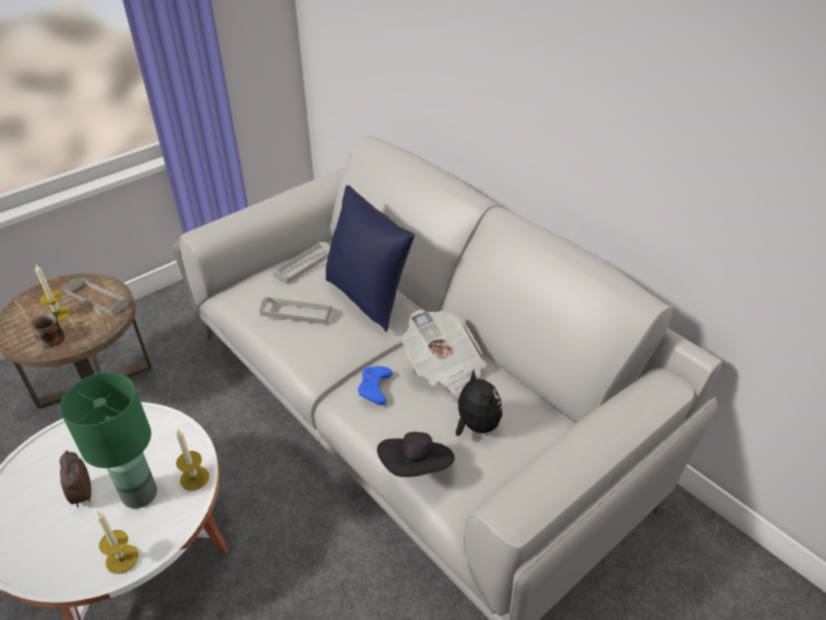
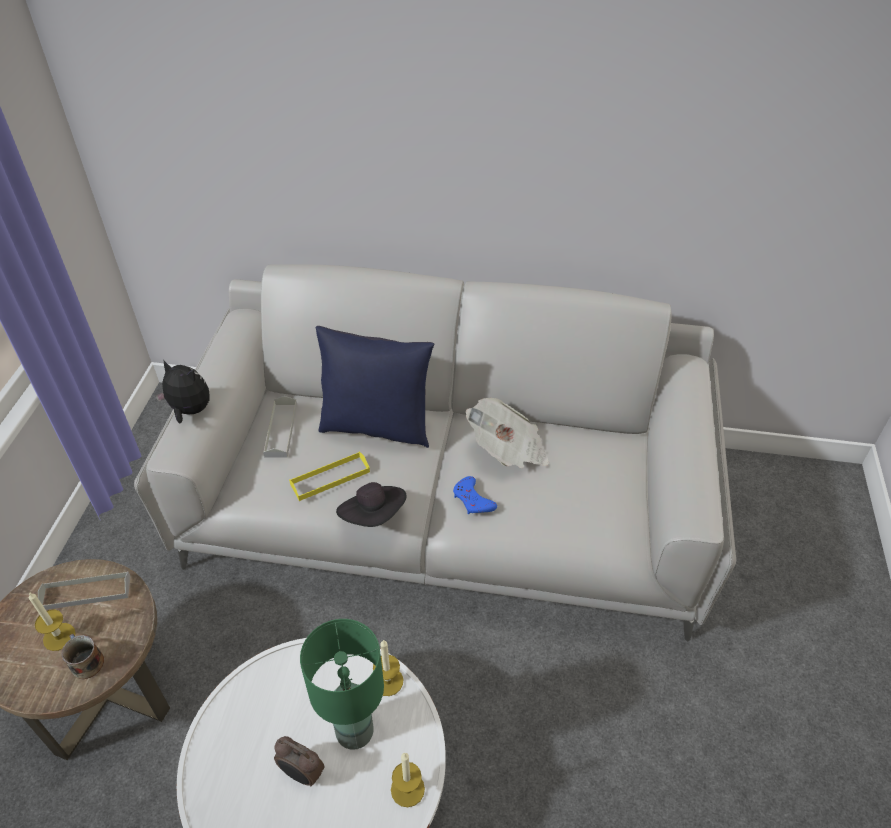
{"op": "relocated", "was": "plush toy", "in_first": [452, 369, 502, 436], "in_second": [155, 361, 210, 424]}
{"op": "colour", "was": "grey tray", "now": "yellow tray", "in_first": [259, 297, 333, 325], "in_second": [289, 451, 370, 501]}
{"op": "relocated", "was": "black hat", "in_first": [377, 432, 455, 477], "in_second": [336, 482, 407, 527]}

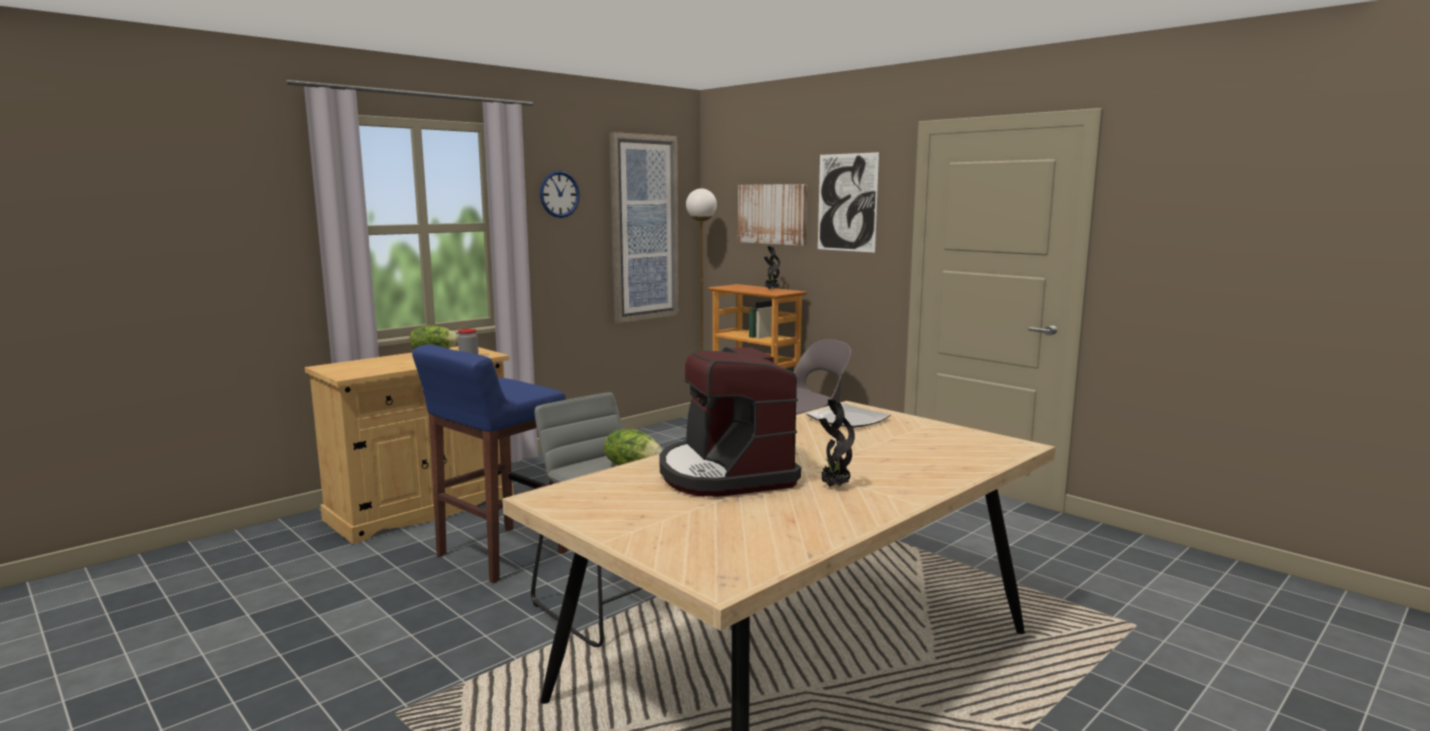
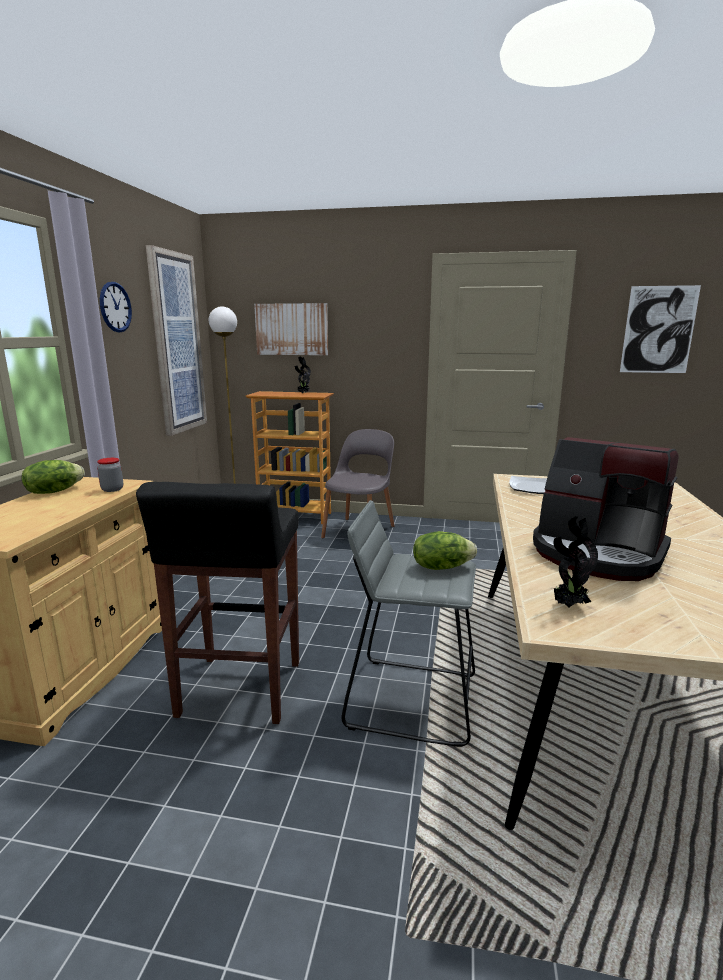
{"op": "colour", "was": "blue stool", "now": "black stool", "in_first": [412, 344, 567, 583], "in_second": [136, 482, 299, 724]}
{"op": "relocated", "was": "potted plant", "in_first": [819, 399, 855, 487], "in_second": [553, 516, 598, 608]}
{"op": "relocated", "was": "picture", "in_first": [818, 152, 879, 253], "in_second": [620, 285, 701, 373]}

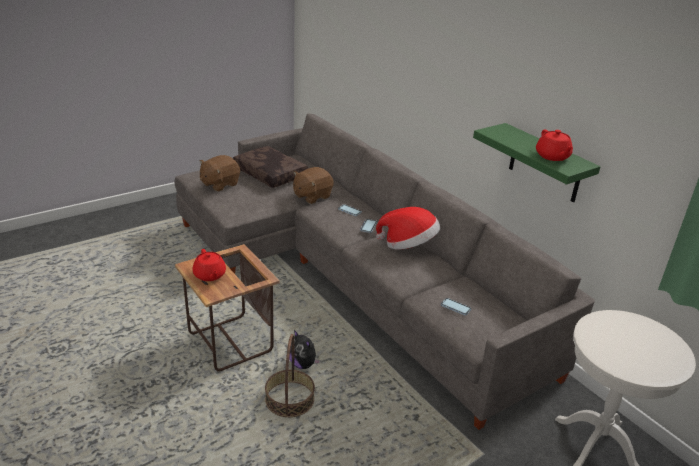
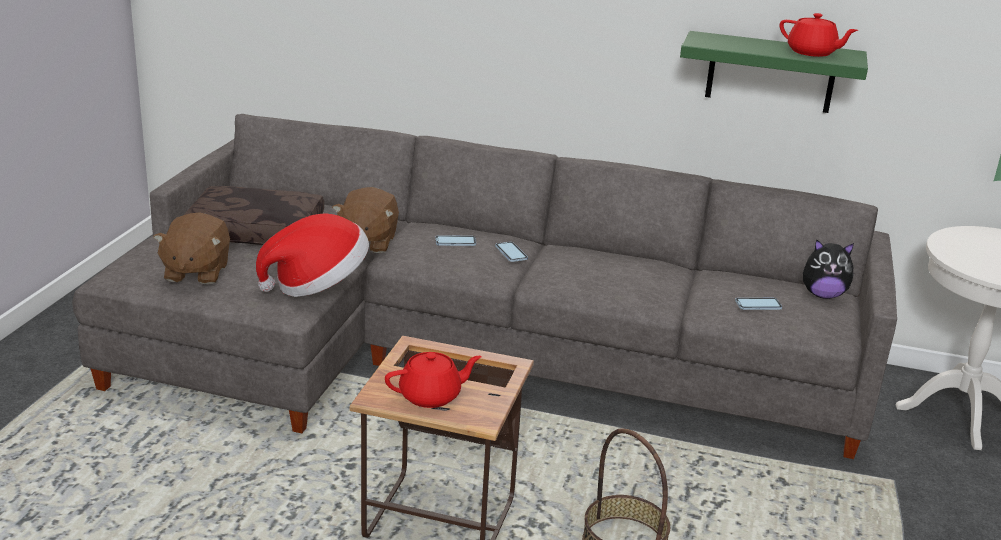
{"op": "relocated", "was": "hat", "in_first": [376, 207, 440, 250], "in_second": [256, 213, 369, 297]}
{"op": "spun", "was": "red teapot", "in_first": [192, 249, 226, 281], "in_second": [385, 352, 482, 408], "clockwise": -45}
{"op": "relocated", "was": "plush toy", "in_first": [289, 330, 321, 369], "in_second": [803, 239, 854, 299]}

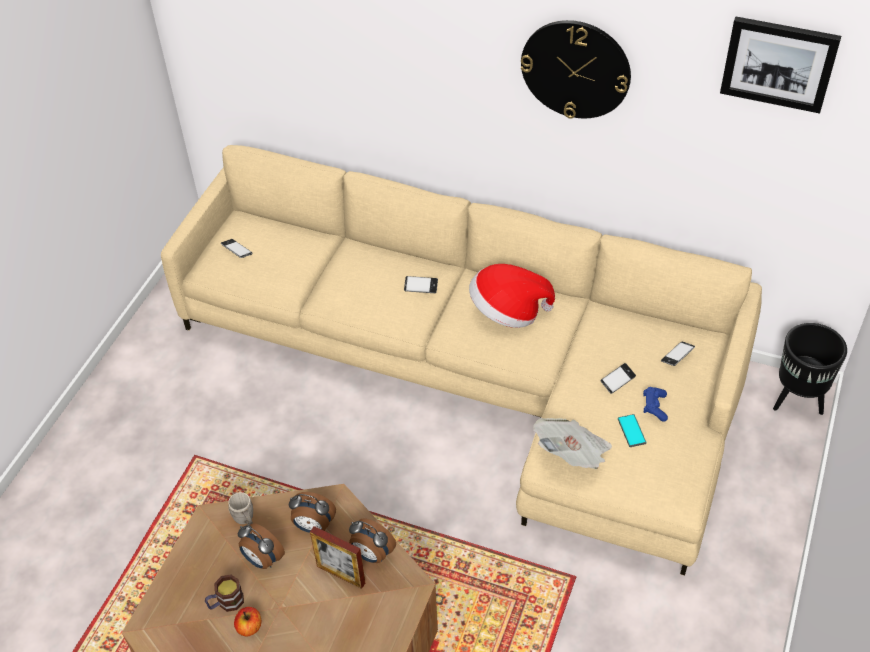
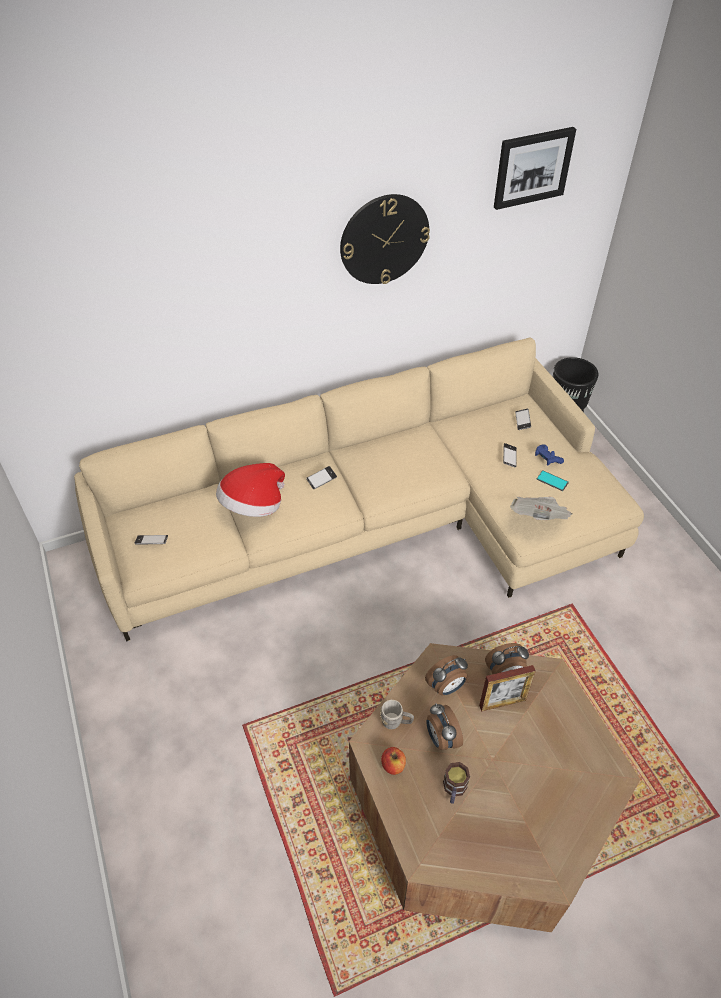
{"op": "relocated", "was": "hat", "in_first": [469, 264, 555, 328], "in_second": [216, 463, 285, 517]}
{"op": "relocated", "was": "apple", "in_first": [234, 607, 261, 636], "in_second": [381, 747, 406, 775]}
{"op": "spun", "was": "alarm clock", "in_first": [238, 523, 285, 569], "in_second": [426, 703, 463, 750], "clockwise": 75}

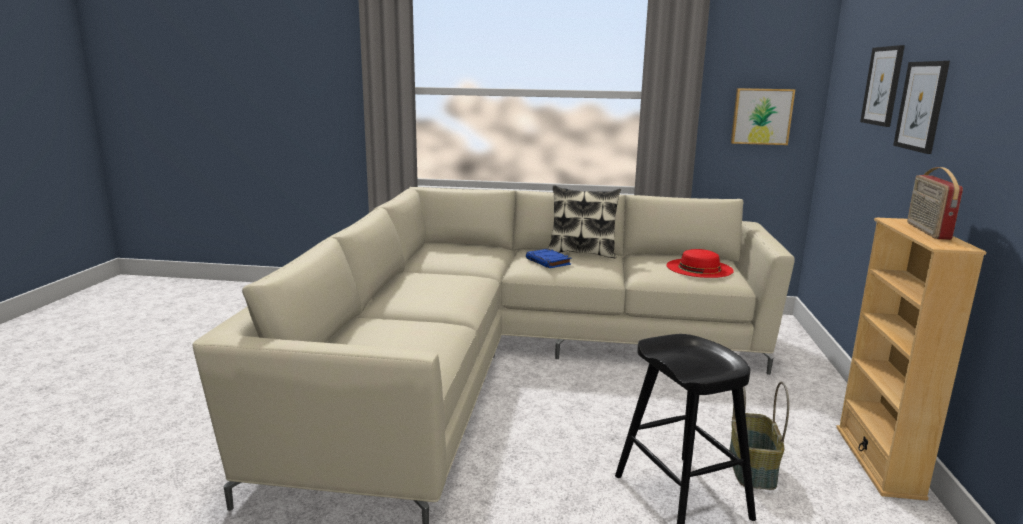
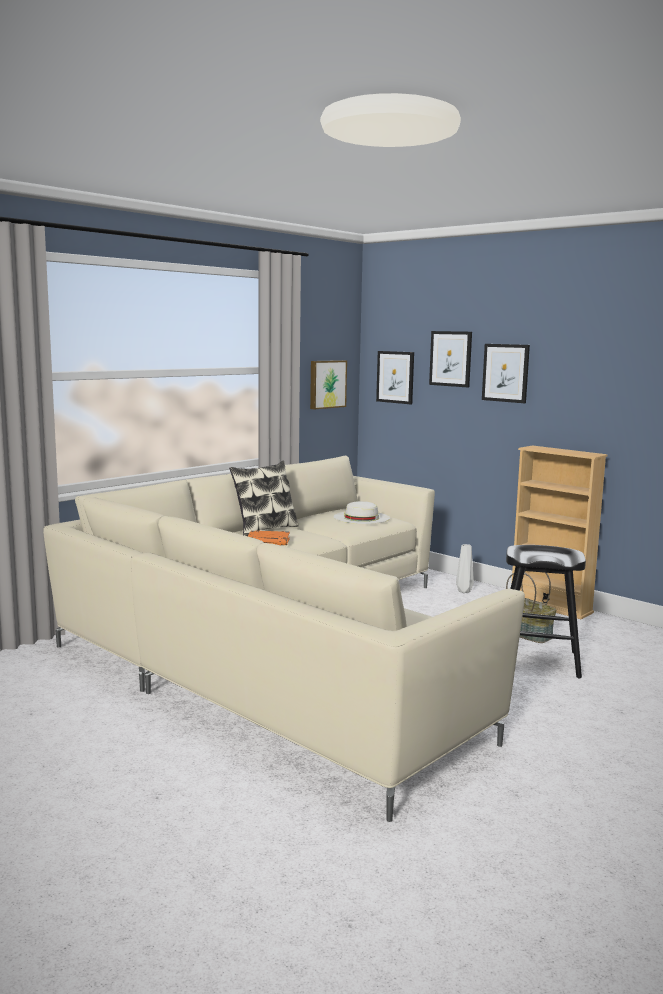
{"op": "colour", "was": "blue book", "now": "orange book", "in_first": [526, 249, 572, 268], "in_second": [248, 530, 290, 546]}
{"op": "colour", "was": "red hat", "now": "white hat", "in_first": [667, 249, 734, 278], "in_second": [334, 501, 390, 524]}
{"op": "appeared", "now": "picture", "in_second": [376, 351, 414, 404]}
{"op": "appeared", "now": "grey vase", "in_second": [456, 544, 474, 593]}
{"op": "missing", "was": "radio", "in_first": [907, 167, 963, 240]}

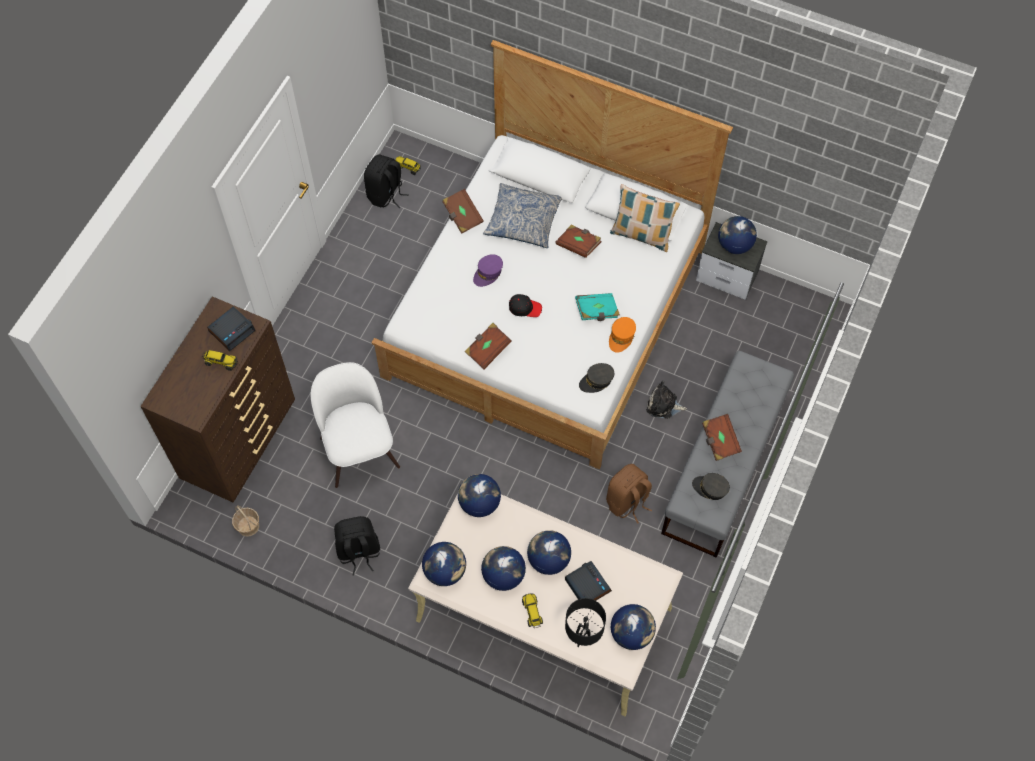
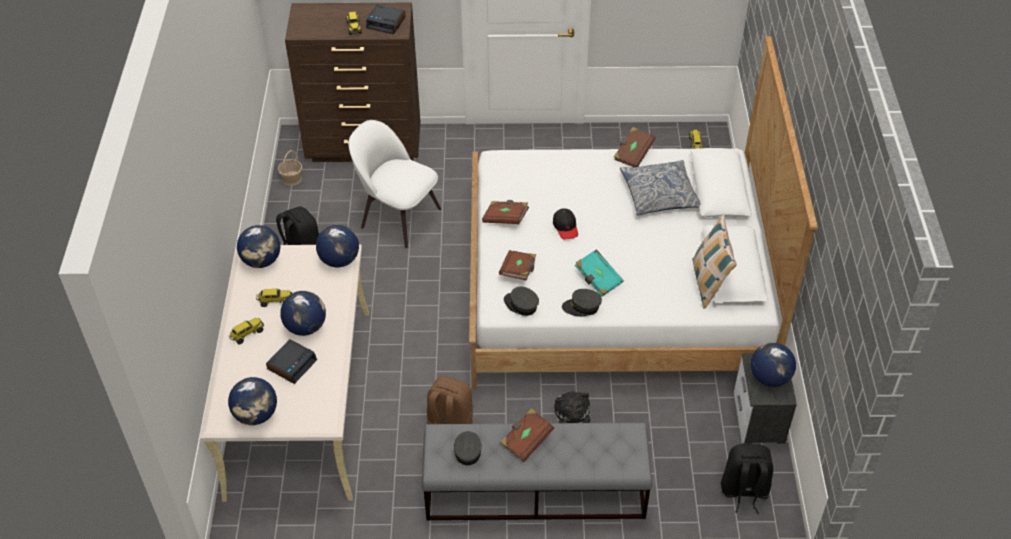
{"op": "exchanged", "was": "globe", "now": "toy truck", "in_first": [481, 546, 526, 591], "in_second": [256, 289, 292, 307]}
{"op": "spun", "was": "white chair", "in_first": [311, 362, 400, 488], "in_second": [348, 120, 441, 248], "clockwise": -105}
{"op": "relocated", "was": "brown book", "in_first": [556, 225, 602, 258], "in_second": [499, 250, 536, 281]}
{"op": "colour", "was": "orange cap", "now": "grey cap", "in_first": [609, 317, 636, 353], "in_second": [562, 289, 602, 317]}
{"op": "relocated", "was": "black backpack", "in_first": [364, 154, 409, 209], "in_second": [721, 444, 773, 514]}
{"op": "missing", "was": "purple cap", "in_first": [473, 254, 503, 287]}
{"op": "missing", "was": "black table lamp", "in_first": [565, 598, 606, 647]}

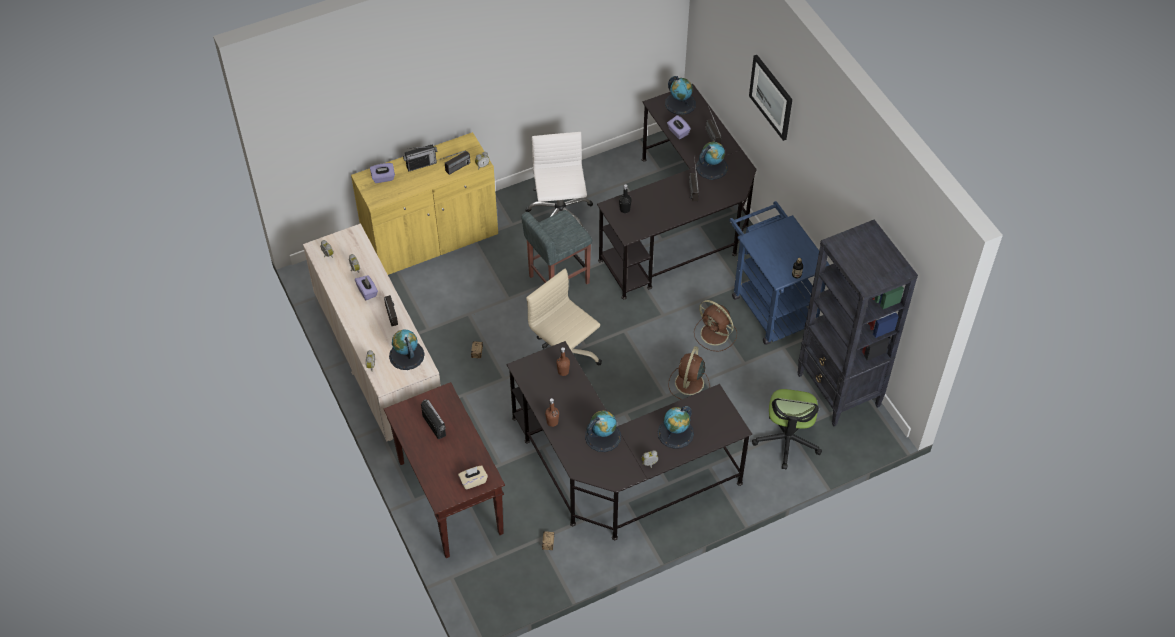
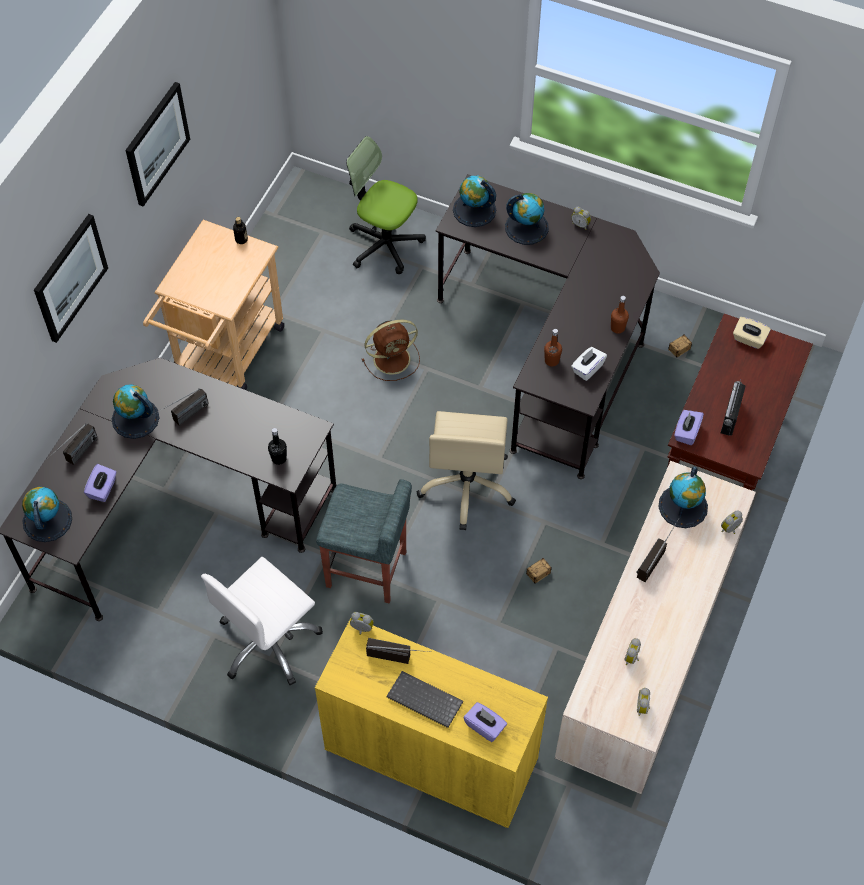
{"op": "appeared", "now": "picture", "in_second": [125, 82, 190, 207]}
{"op": "colour", "was": "blue cart", "now": "beige cart", "in_first": [730, 201, 830, 345], "in_second": [143, 220, 284, 390]}
{"op": "spun", "was": "office chair", "in_first": [752, 389, 822, 470], "in_second": [346, 136, 426, 274], "clockwise": -120}
{"op": "exchanged", "was": "radio", "now": "keyboard", "in_first": [403, 145, 437, 172], "in_second": [386, 671, 463, 728]}
{"op": "relocated", "was": "globe", "in_first": [585, 410, 621, 452], "in_second": [453, 176, 496, 227]}
{"op": "appeared", "now": "white tissue box", "in_second": [571, 347, 607, 381]}
{"op": "relocated", "was": "purple tissue box", "in_first": [355, 275, 378, 300], "in_second": [674, 410, 704, 445]}
{"op": "missing", "was": "brown fan", "in_first": [694, 300, 737, 352]}
{"op": "missing", "was": "black bookcase", "in_first": [797, 220, 918, 427]}

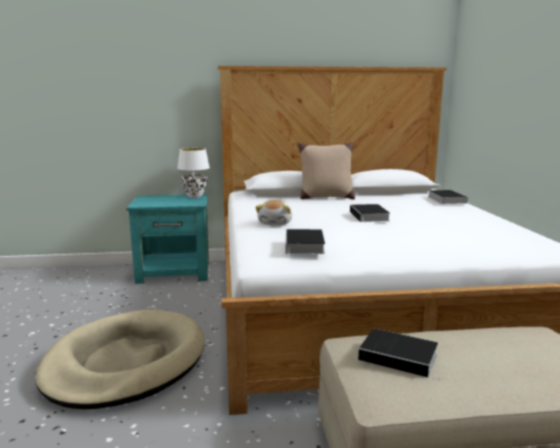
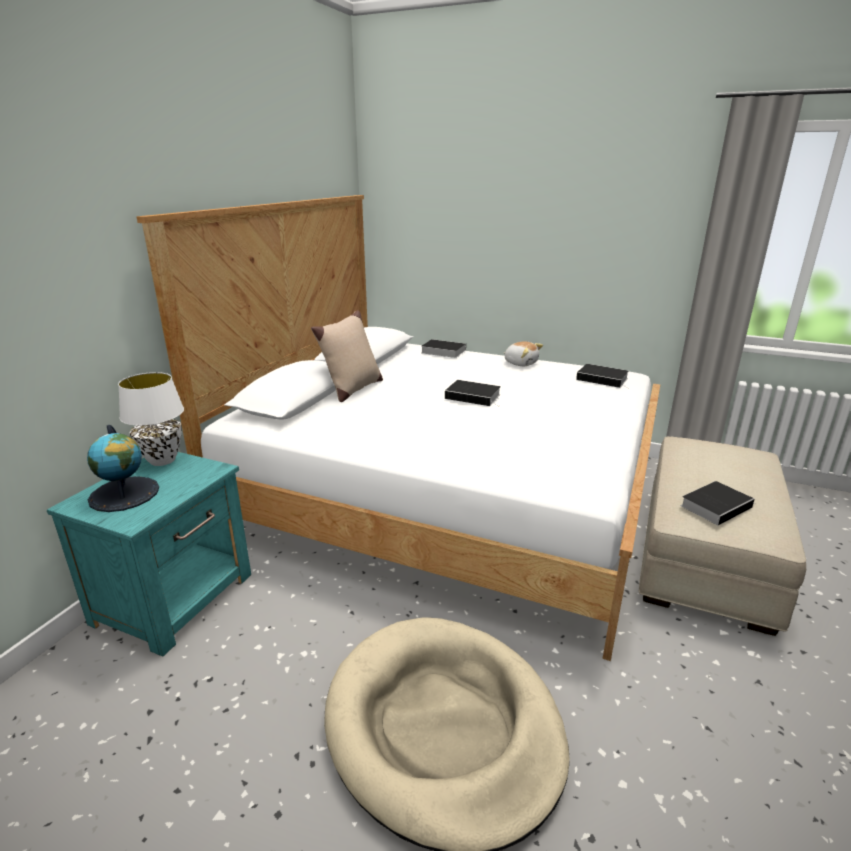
{"op": "appeared", "now": "globe", "in_second": [87, 425, 159, 512]}
{"op": "relocated", "was": "plush toy", "in_first": [256, 200, 292, 225], "in_second": [503, 341, 543, 366]}
{"op": "relocated", "was": "book", "in_first": [285, 229, 325, 257], "in_second": [576, 364, 630, 389]}

